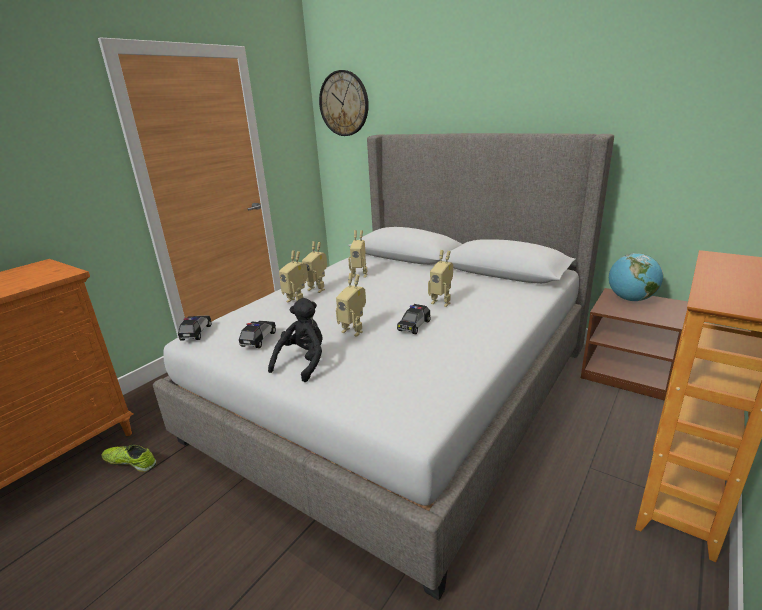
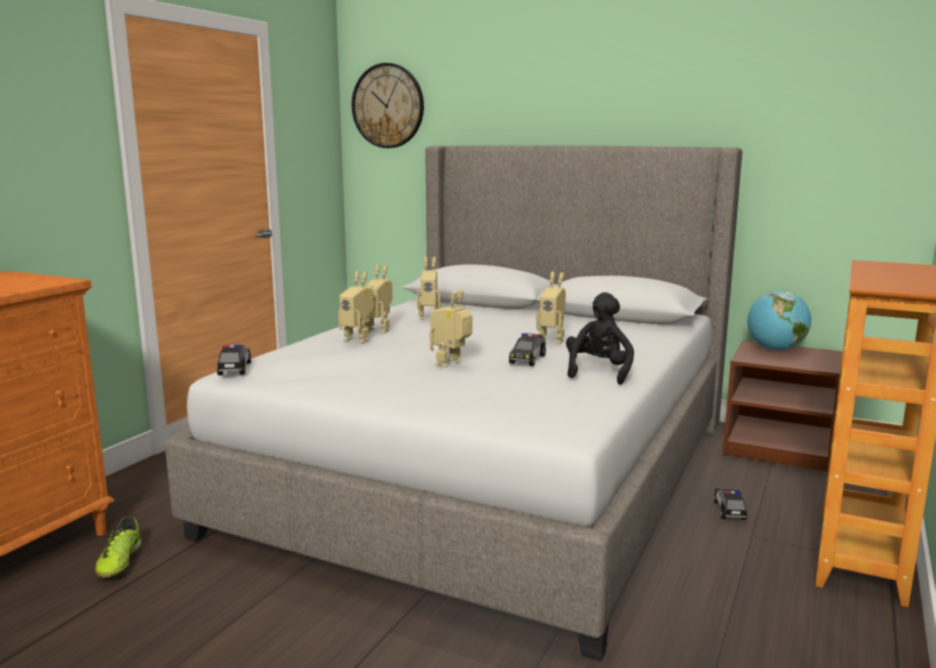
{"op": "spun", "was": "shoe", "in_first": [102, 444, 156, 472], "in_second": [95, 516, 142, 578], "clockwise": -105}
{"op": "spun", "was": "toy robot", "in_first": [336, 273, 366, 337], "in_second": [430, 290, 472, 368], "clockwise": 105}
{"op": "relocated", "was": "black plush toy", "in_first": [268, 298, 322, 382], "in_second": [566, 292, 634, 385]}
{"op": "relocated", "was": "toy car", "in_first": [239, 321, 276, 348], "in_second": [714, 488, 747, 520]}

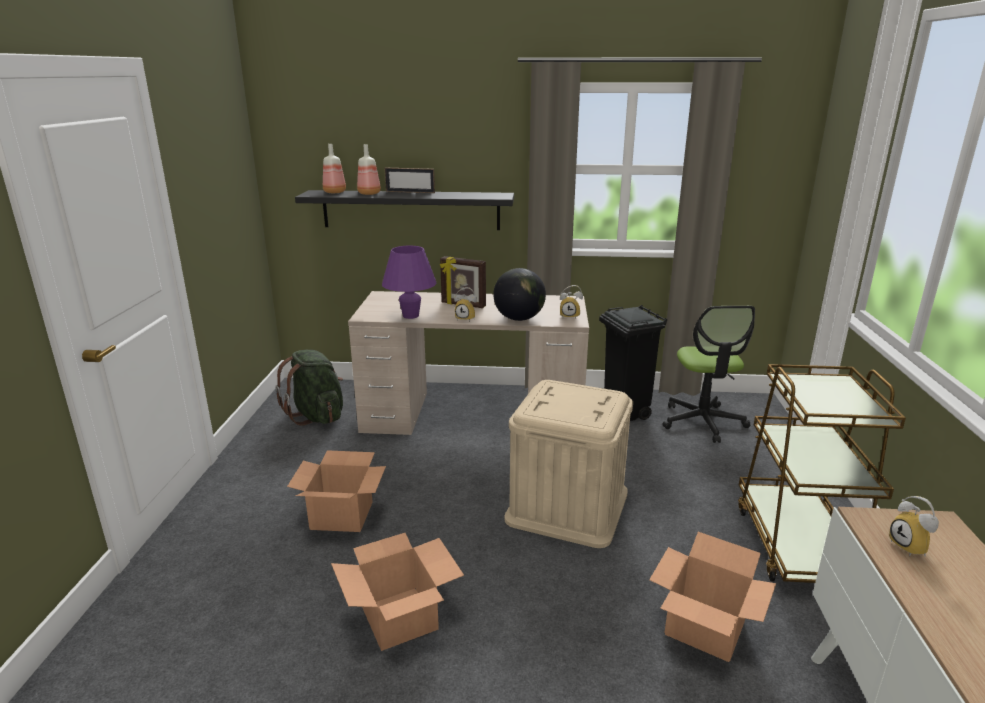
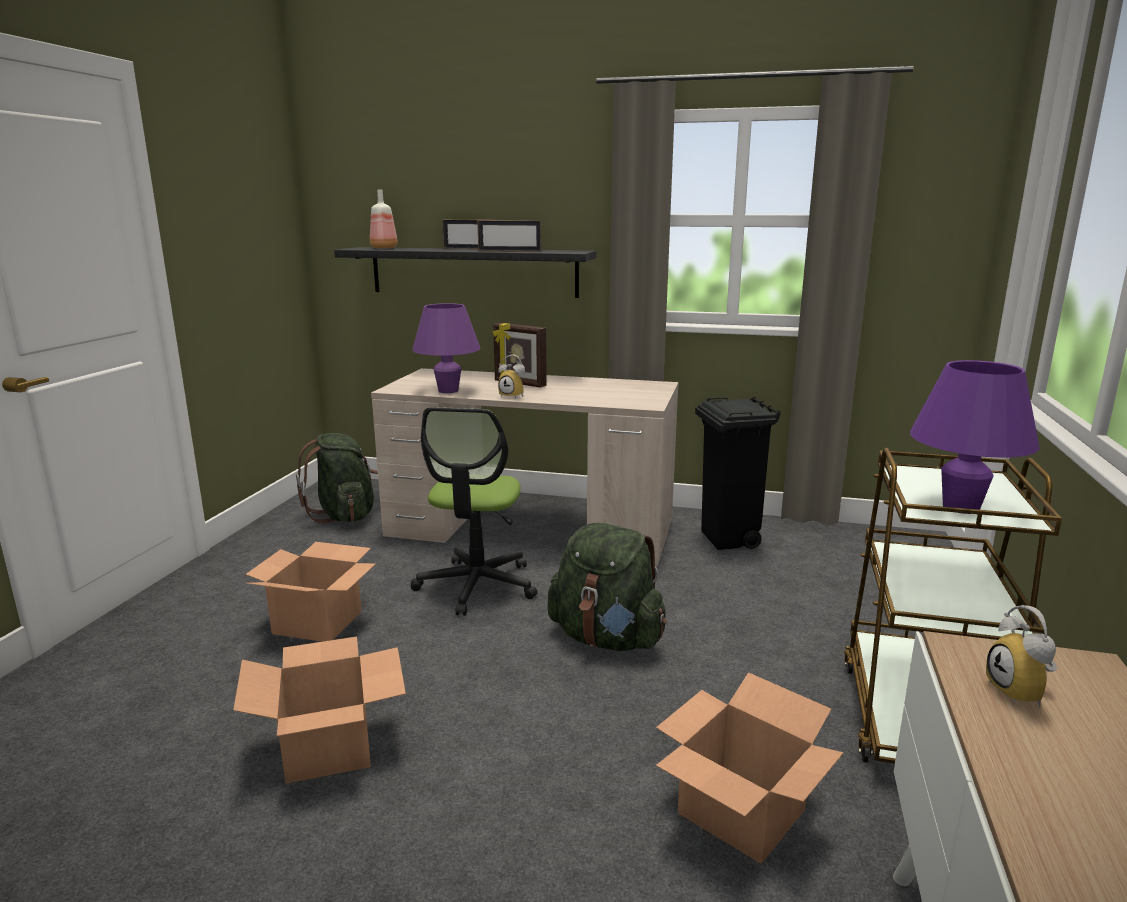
{"op": "relocated", "was": "office chair", "in_first": [662, 306, 755, 443], "in_second": [411, 407, 538, 616]}
{"op": "appeared", "now": "picture frame", "in_second": [477, 220, 542, 252]}
{"op": "exchanged", "was": "beige storage box", "now": "green backpack", "in_first": [504, 380, 633, 548], "in_second": [547, 523, 667, 651]}
{"op": "appeared", "now": "purple table lamp", "in_second": [910, 360, 1040, 514]}
{"op": "missing", "was": "bottle", "in_first": [357, 144, 381, 195]}
{"op": "missing", "was": "globe", "in_first": [493, 268, 546, 321]}
{"op": "missing", "was": "alarm clock", "in_first": [560, 285, 583, 319]}

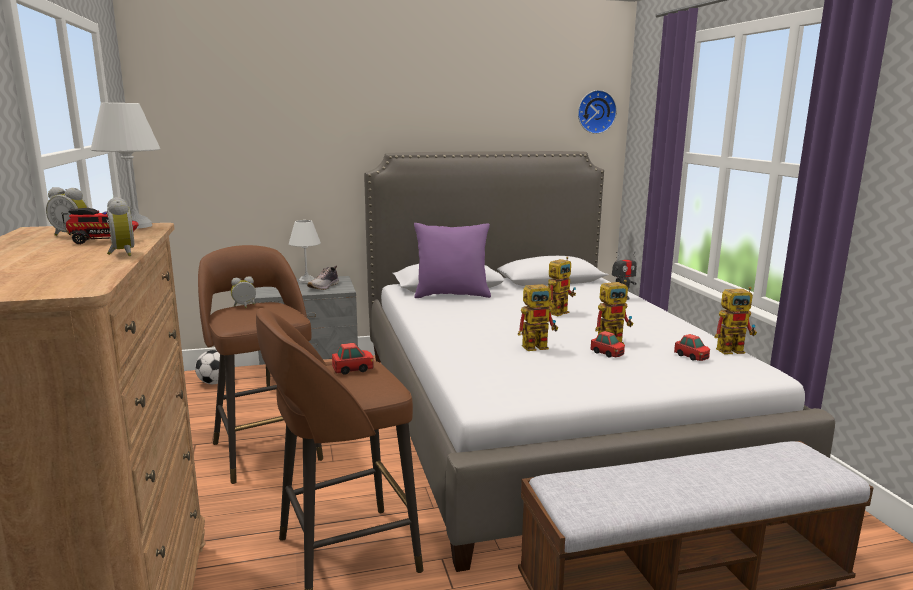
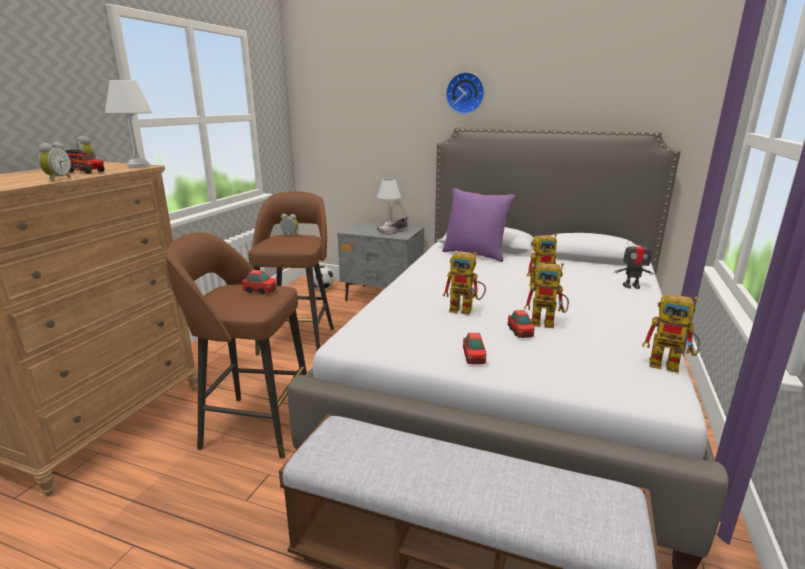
{"op": "relocated", "was": "wall clock", "in_first": [578, 90, 617, 134], "in_second": [446, 72, 484, 114]}
{"op": "relocated", "was": "toy car", "in_first": [674, 334, 710, 361], "in_second": [463, 333, 486, 364]}

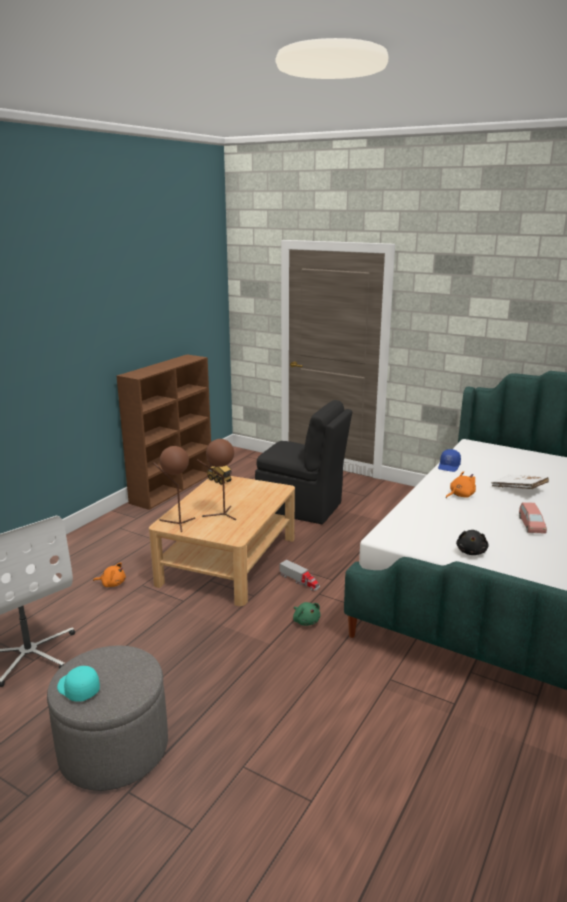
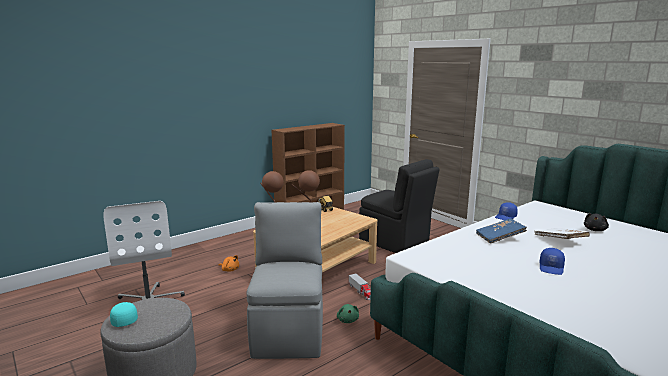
{"op": "appeared", "now": "grey chair", "in_second": [247, 202, 323, 359]}
{"op": "exchanged", "was": "orange plush toy", "now": "blue book", "in_first": [446, 471, 476, 498], "in_second": [476, 218, 527, 244]}
{"op": "exchanged", "was": "pink toy car", "now": "blue cap", "in_first": [519, 502, 547, 534], "in_second": [540, 248, 565, 275]}
{"op": "relocated", "was": "black plush toy", "in_first": [456, 530, 489, 555], "in_second": [584, 213, 609, 231]}

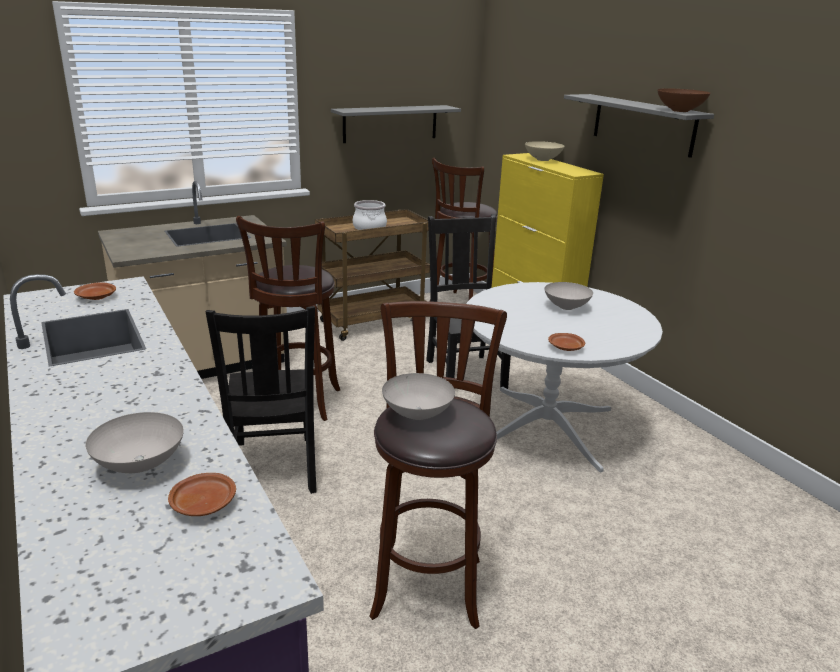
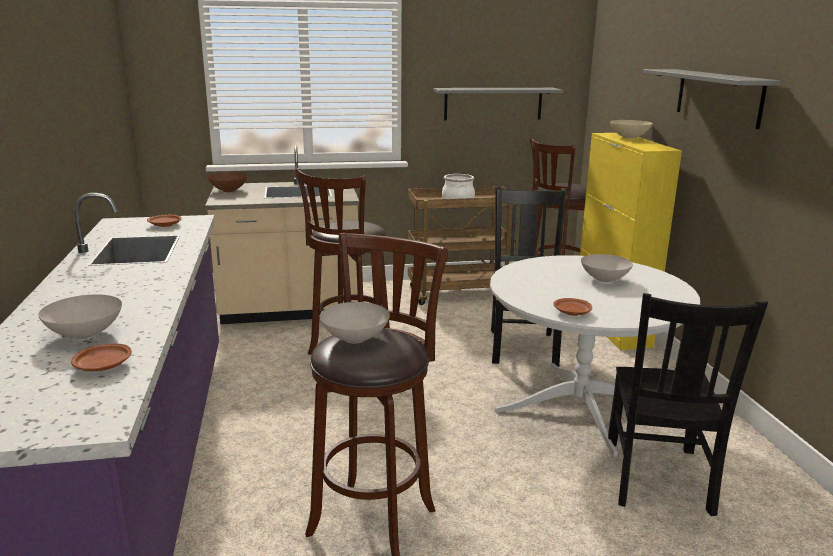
{"op": "relocated", "was": "brown bowl", "in_first": [657, 88, 711, 112], "in_second": [208, 173, 248, 192]}
{"op": "relocated", "was": "black chair", "in_first": [205, 306, 317, 494], "in_second": [608, 293, 768, 516]}

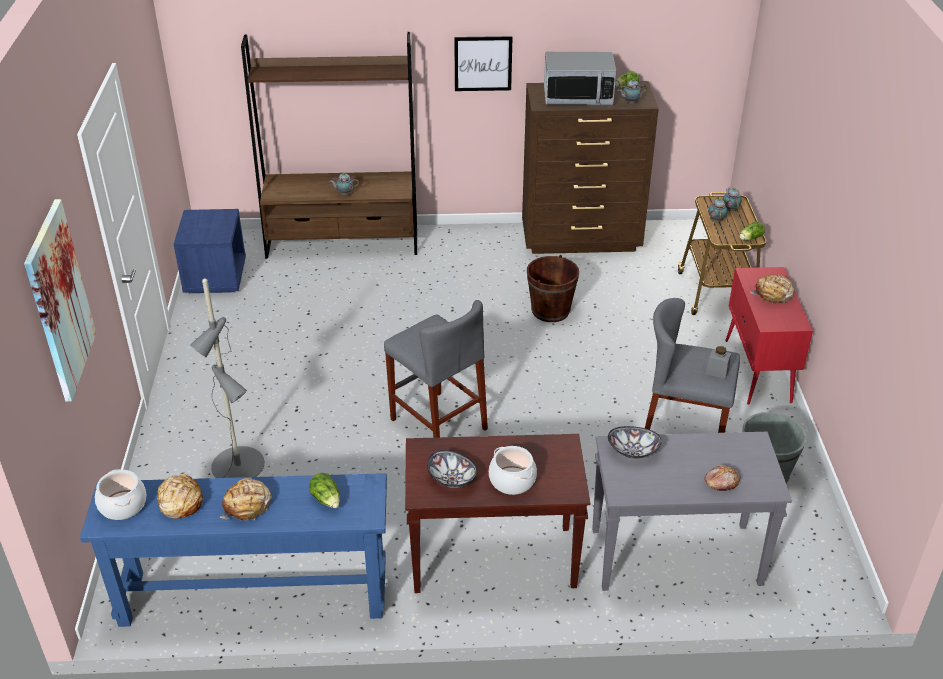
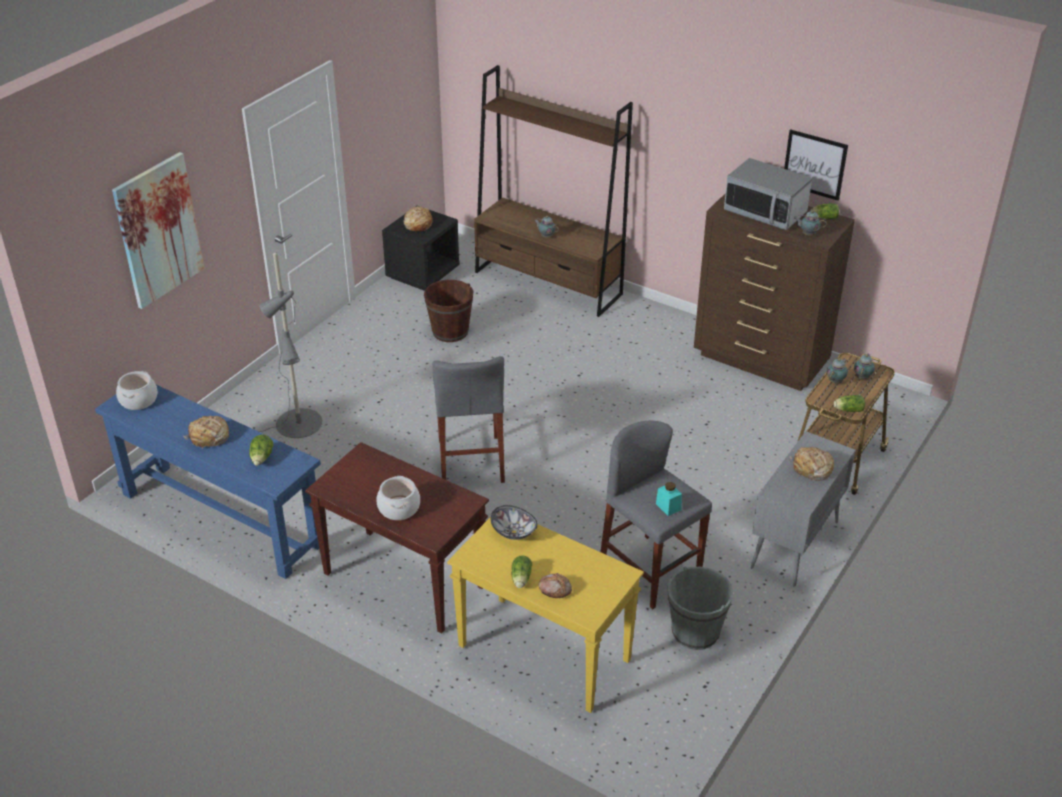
{"op": "colour", "was": "blue nightstand", "now": "black nightstand", "in_first": [174, 209, 246, 293], "in_second": [382, 206, 460, 291]}
{"op": "relocated", "was": "bread", "in_first": [157, 474, 203, 519], "in_second": [404, 206, 433, 231]}
{"op": "relocated", "was": "brown bucket", "in_first": [527, 255, 579, 322], "in_second": [424, 280, 473, 342]}
{"op": "colour", "was": "grey console table", "now": "yellow console table", "in_first": [592, 432, 792, 591], "in_second": [447, 517, 644, 713]}
{"op": "appeared", "now": "lettuce", "in_second": [512, 555, 532, 588]}
{"op": "colour", "was": "grey jar", "now": "turquoise jar", "in_first": [705, 346, 731, 379], "in_second": [656, 482, 682, 516]}
{"op": "colour", "was": "red cabinet", "now": "grey cabinet", "in_first": [725, 267, 813, 405], "in_second": [751, 431, 856, 587]}
{"op": "relocated", "was": "picture", "in_first": [454, 36, 513, 91], "in_second": [784, 129, 848, 201]}
{"op": "missing", "was": "bowl", "in_first": [427, 450, 478, 488]}

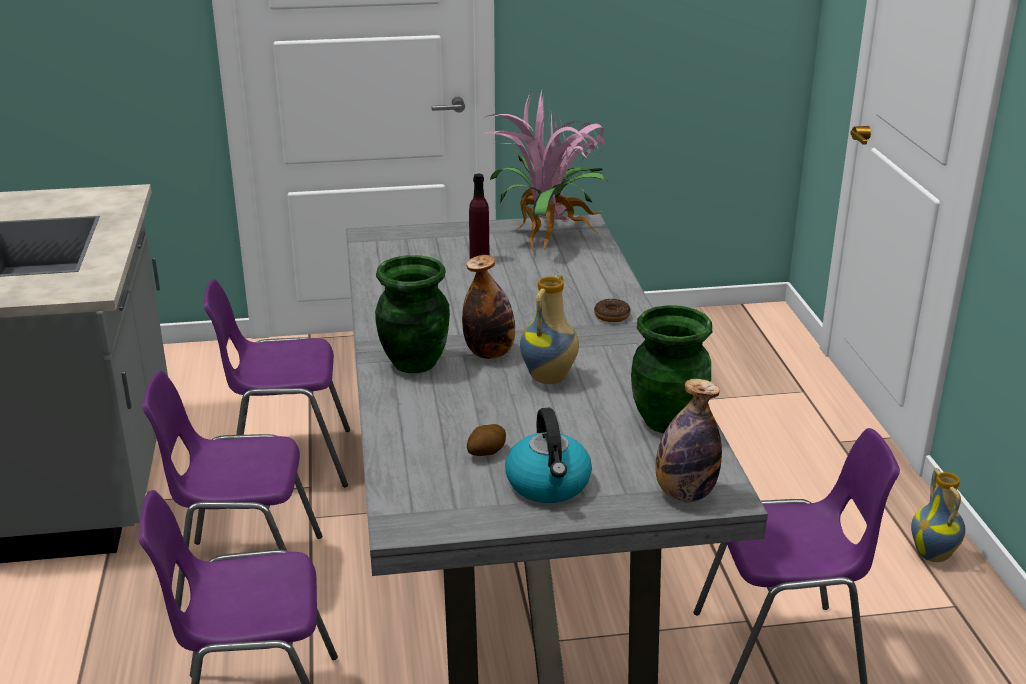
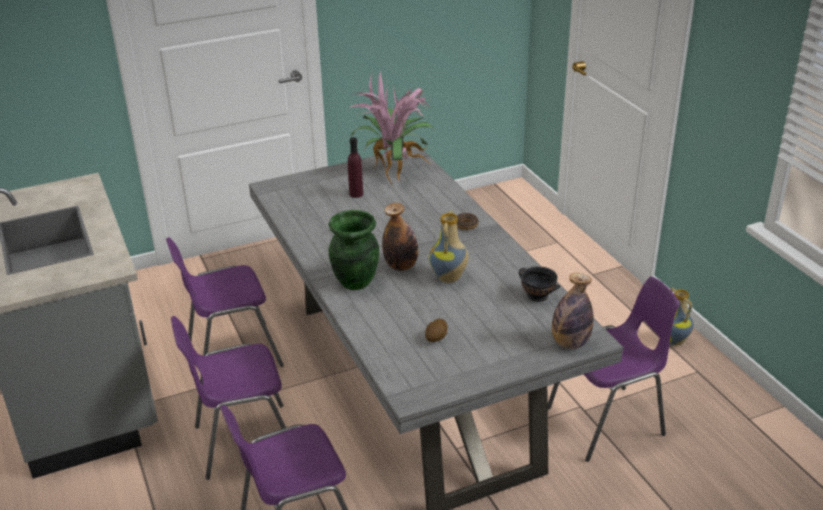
{"op": "exchanged", "was": "green vase", "now": "black bowl", "in_first": [631, 305, 712, 433], "in_second": [519, 266, 560, 302]}
{"op": "missing", "was": "kettle", "in_first": [505, 408, 592, 503]}

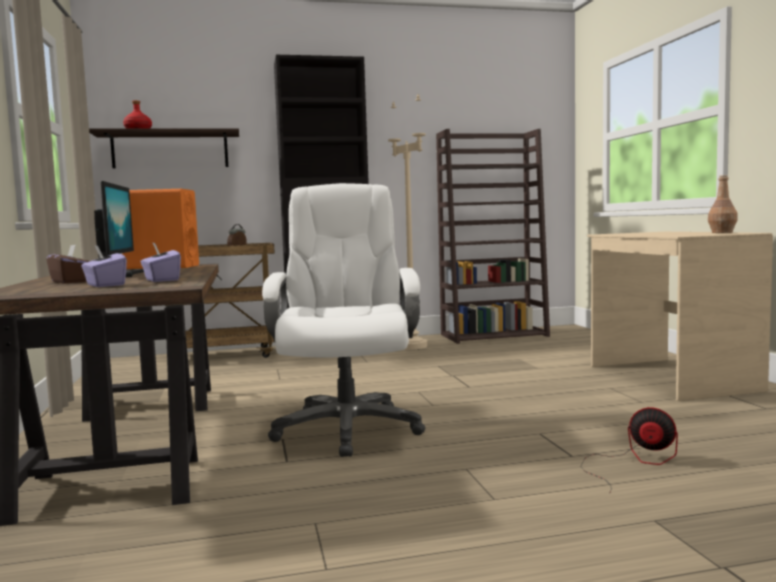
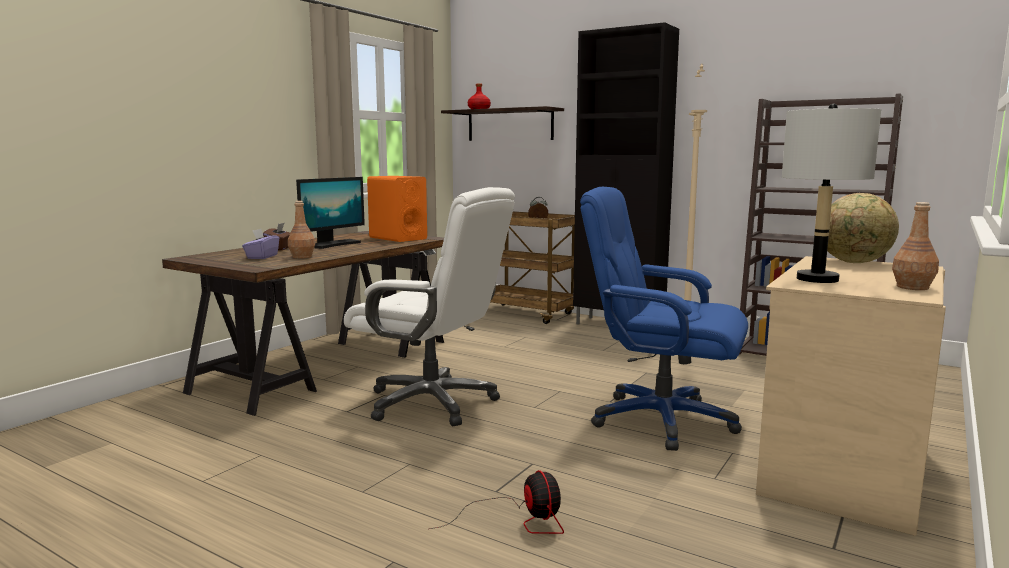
{"op": "exchanged", "was": "purple tissue box", "now": "brown bottle", "in_first": [141, 242, 181, 282], "in_second": [288, 201, 315, 259]}
{"op": "spun", "was": "white office chair", "in_first": [262, 183, 425, 457], "in_second": [344, 187, 515, 426], "clockwise": 75}
{"op": "appeared", "now": "blue office chair", "in_second": [580, 187, 748, 451]}
{"op": "appeared", "now": "grey table lamp", "in_second": [782, 104, 881, 283]}
{"op": "appeared", "now": "globe", "in_second": [827, 193, 899, 263]}

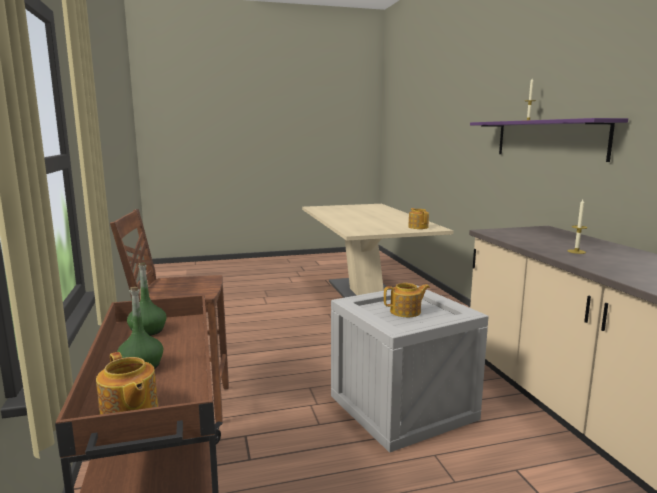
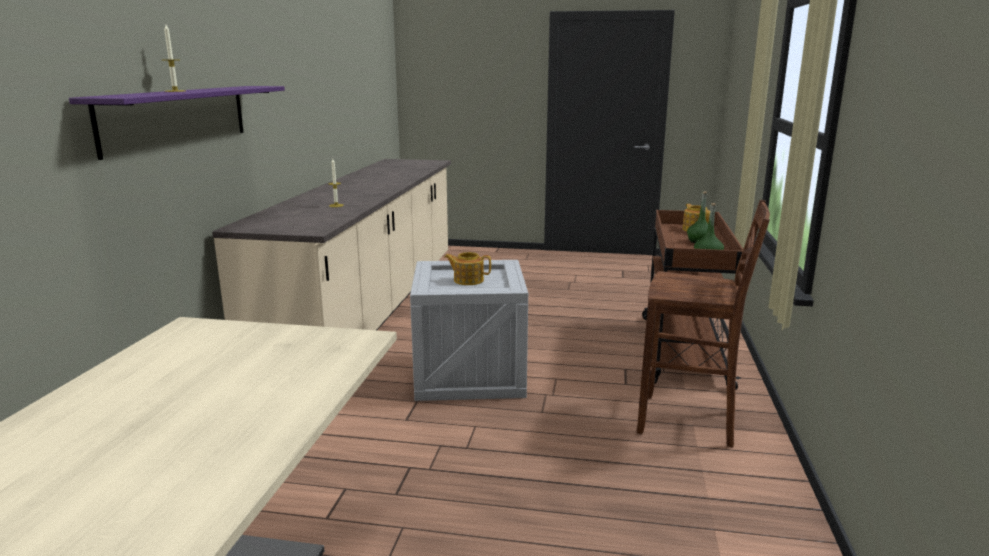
{"op": "missing", "was": "teapot", "in_first": [408, 208, 429, 229]}

